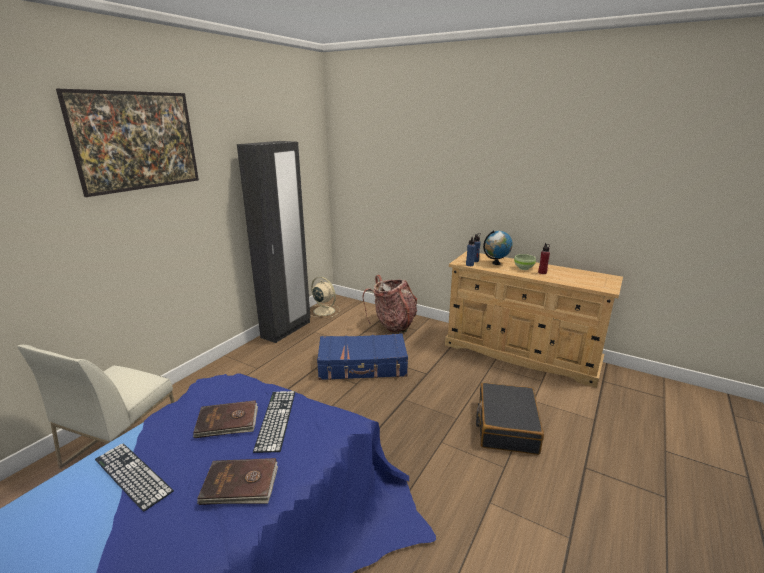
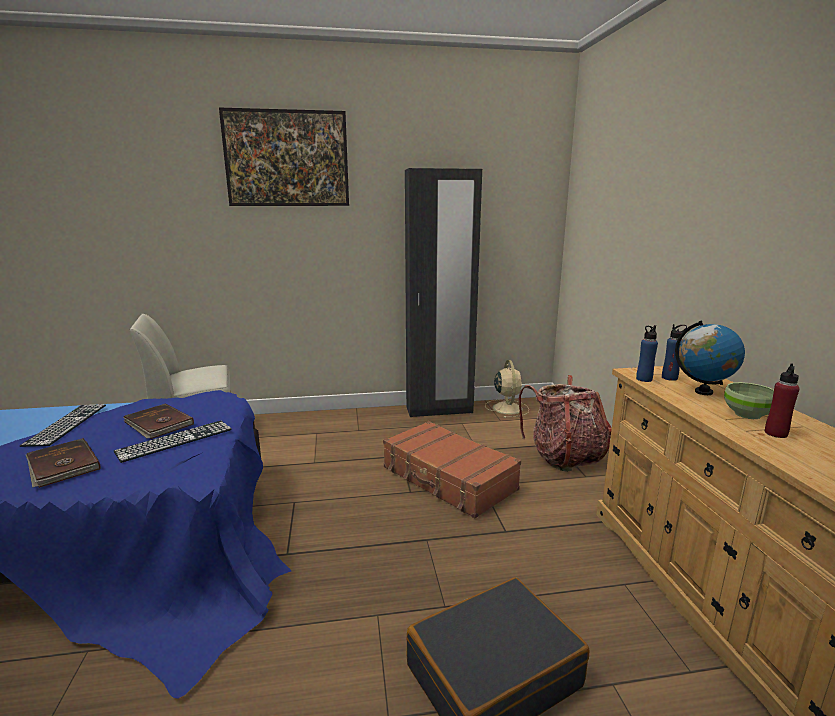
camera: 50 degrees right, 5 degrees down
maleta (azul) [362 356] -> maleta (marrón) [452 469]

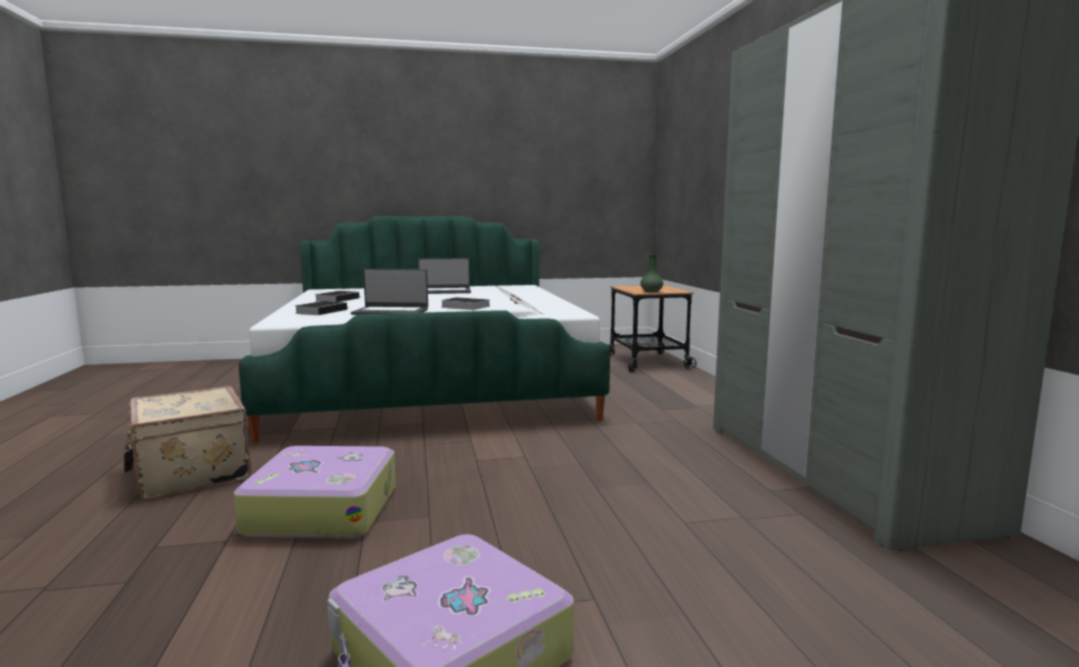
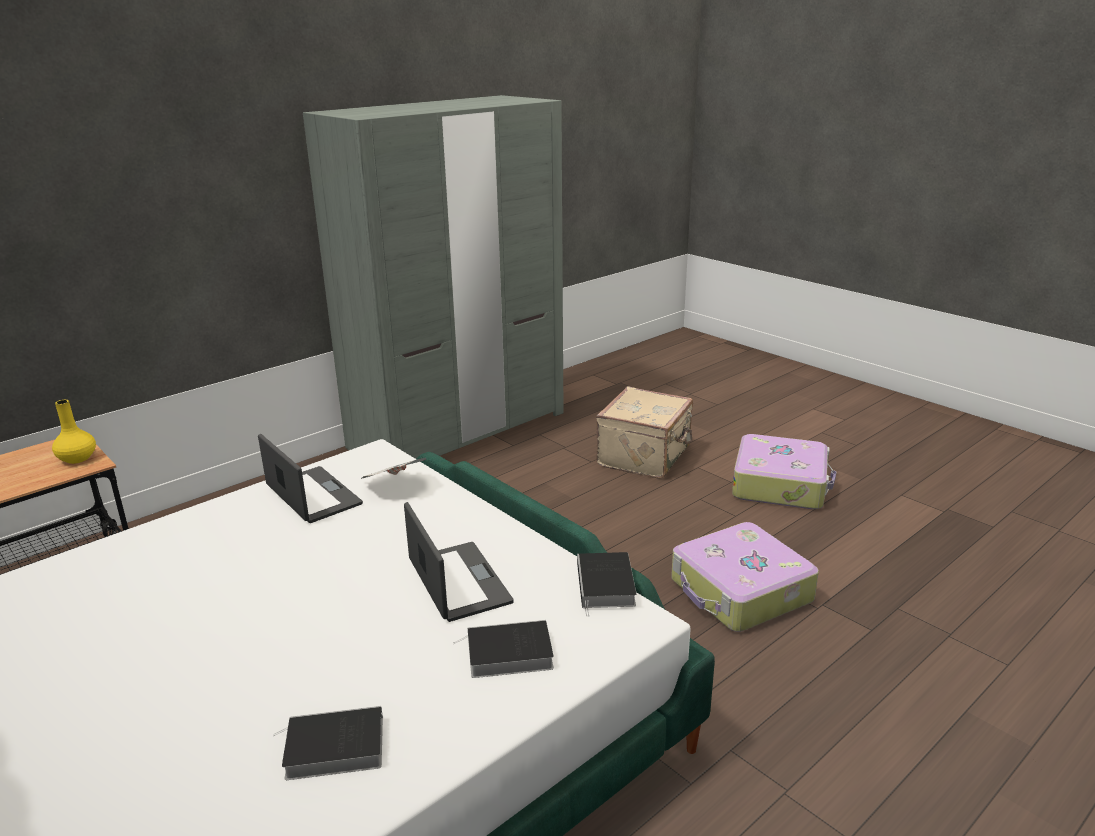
camera: 120 degrees left, 15 degrees up
maleta (beis) [187 443] -> maleta (beis) [644 432], moved
portátil [444 276] -> portátil [310 478], moved
libro [465 303] -> libro [606 584], moved
florero (verde) [651 273] -> florero (amarillo) [74 432]

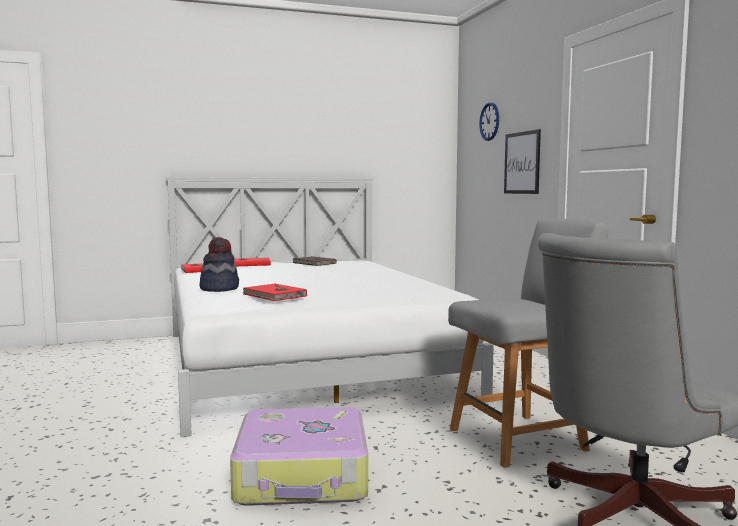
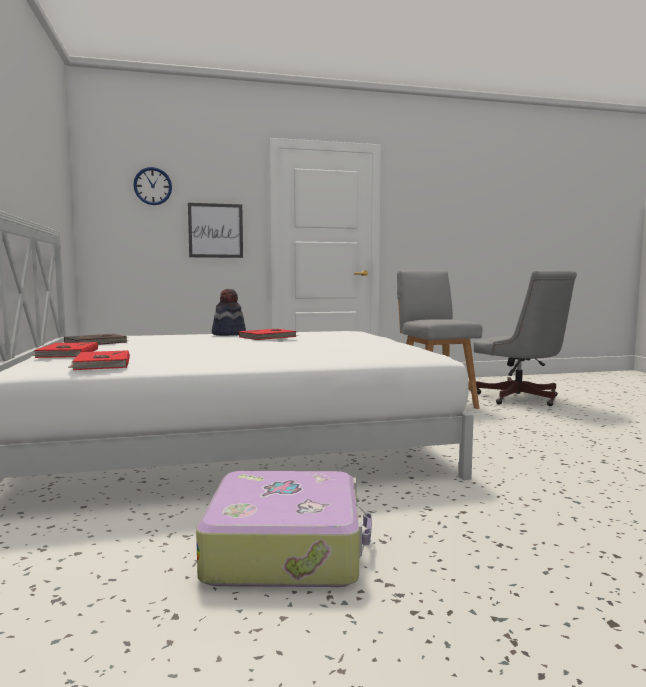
camera: 85 degrees left, 0 degrees up
sombrero [219 264] -> sombrero [229 312], moved
maleta [299 456] -> maleta [284 529], moved
libro (rojo) [274 292] -> libro (rojo) [268 334], moved

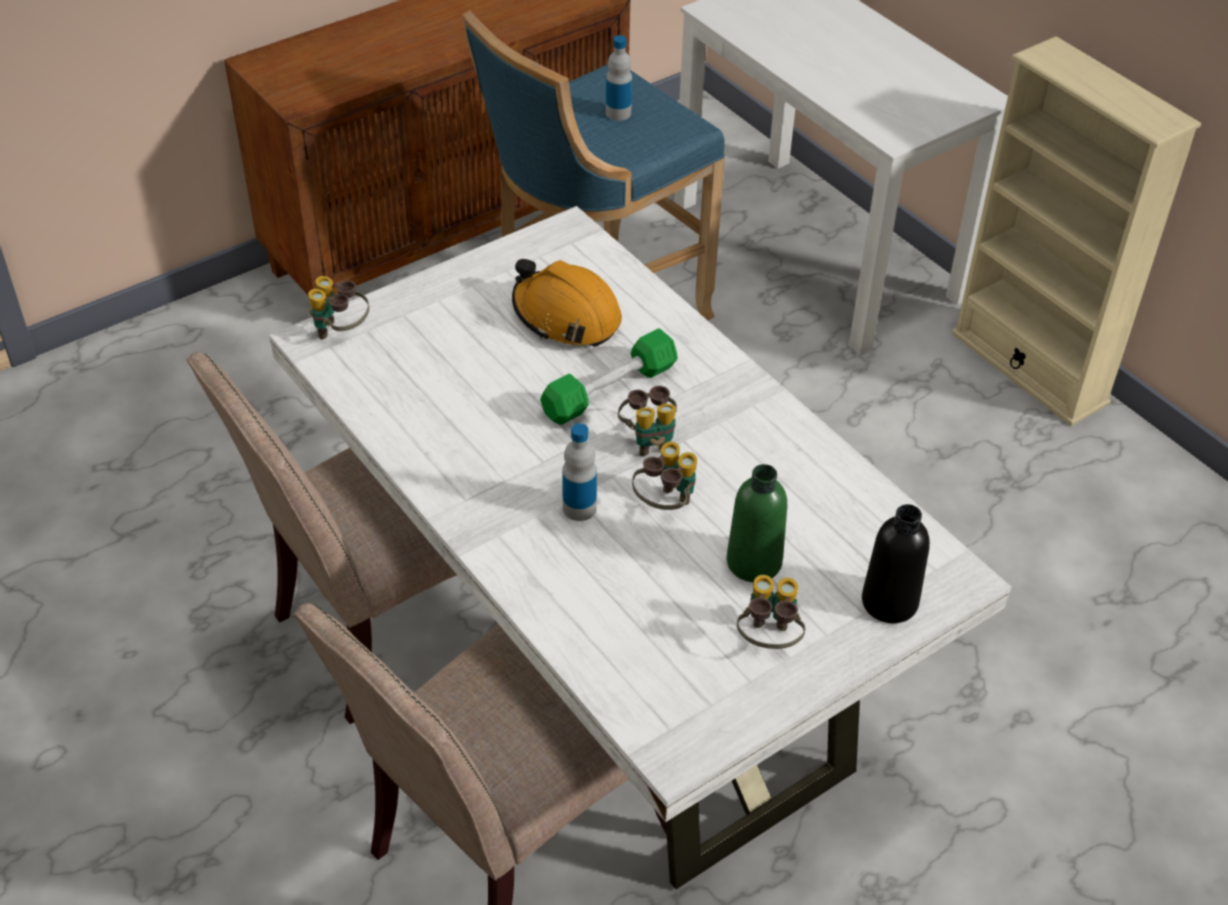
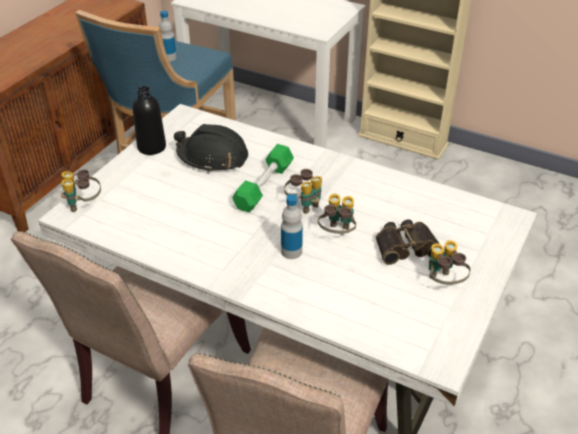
camera: 25 degrees left, 5 degrees down
botella (negro) [896 563] -> botella (negro) [149 120], moved
botella (verde) [757 523] -> prismáticos [408 242]
casco (naranja) [567 303] -> casco (negro) [211 148]

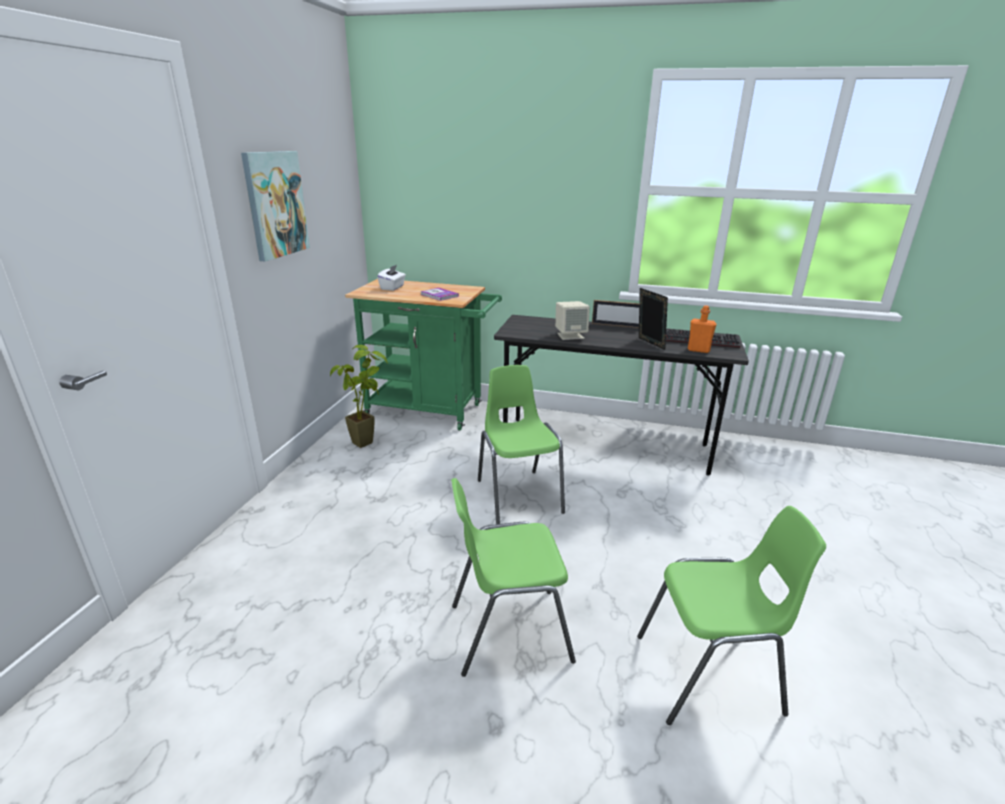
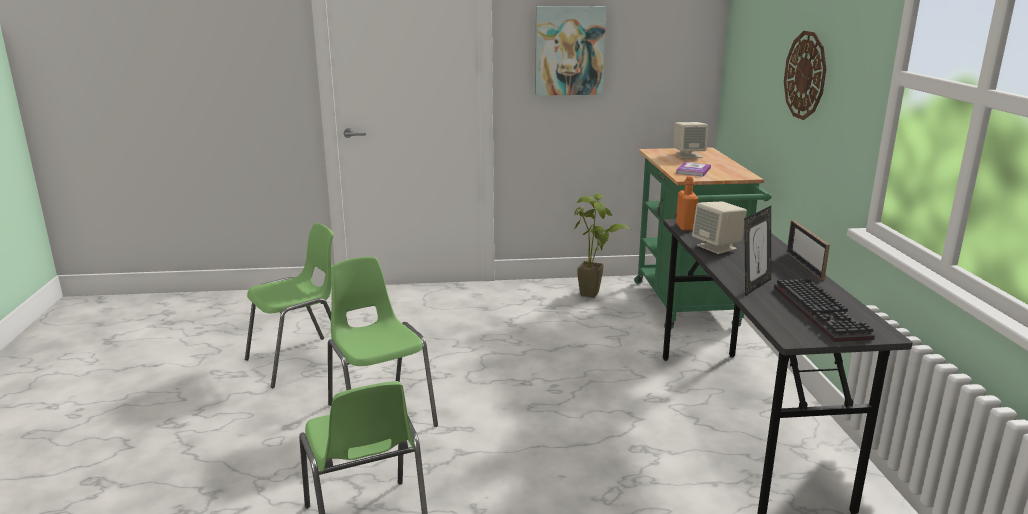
camera: 70 degrees right, 5 degrees down
none -> reloj de pared [805 75]
silla (verde) [521 444] -> silla (verde) [289 305], moved
botella (naranja) [702 329] -> botella (naranja) [687 203], moved
caja de pañuelos (blanco) [391 278] -> altavoz (beis) [690 140]

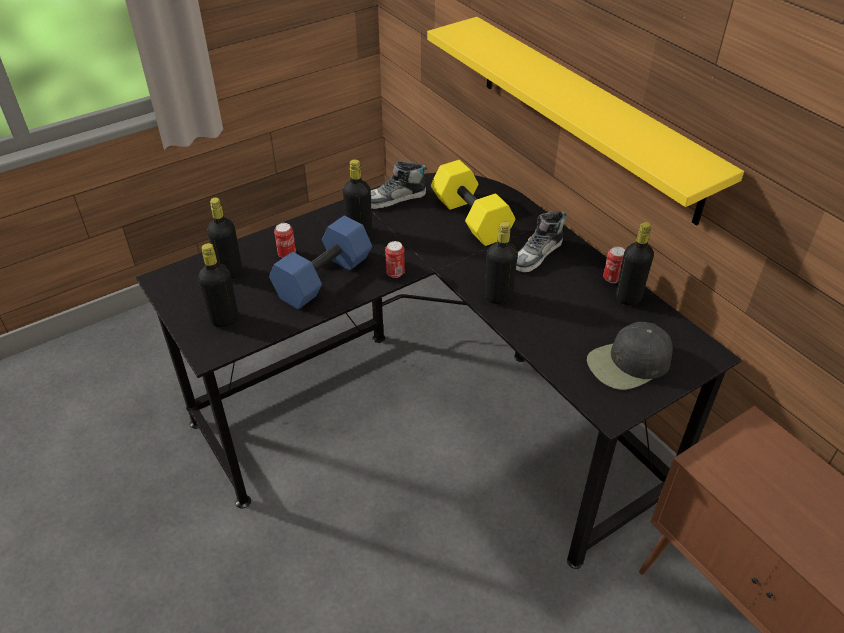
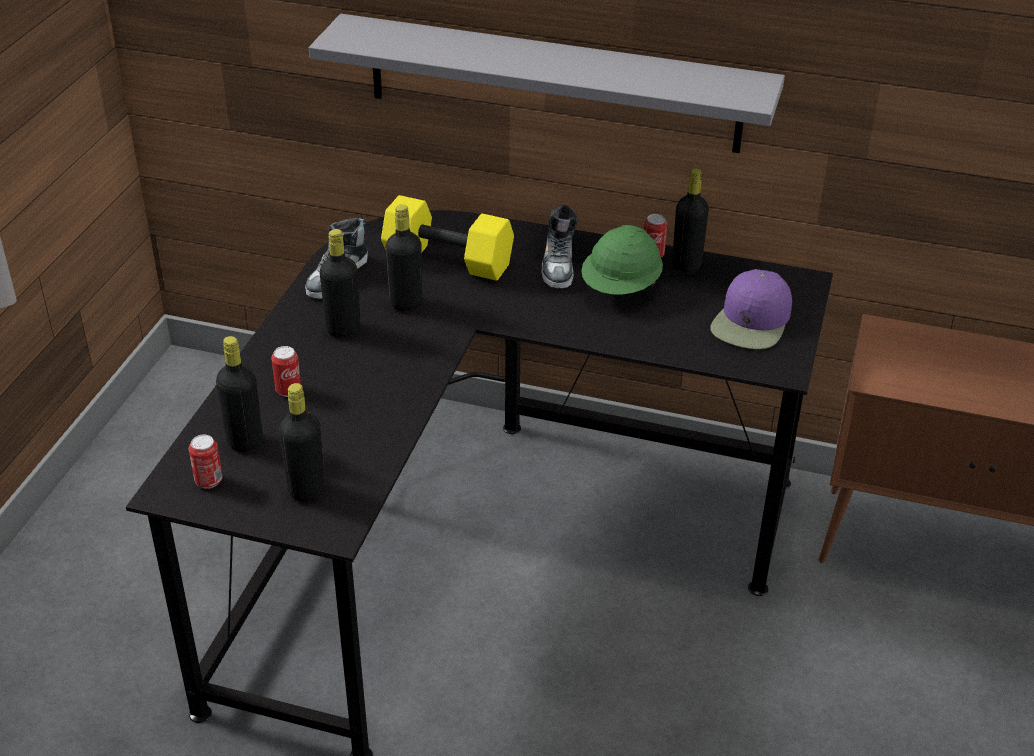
camera: 40 degrees left, 5 degrees down
mancuerna (azul) [320 262] -> none
none -> casco (verde) [622 259]
lata [395 259] -> lata [206 462], moved
botella (negro) [501 263] -> botella (negro) [404 258], moved
estante (amarillo) [585 121] -> estante (gris) [547 83]
gorra (negro) [630 356] -> gorra (morado) [751 309]

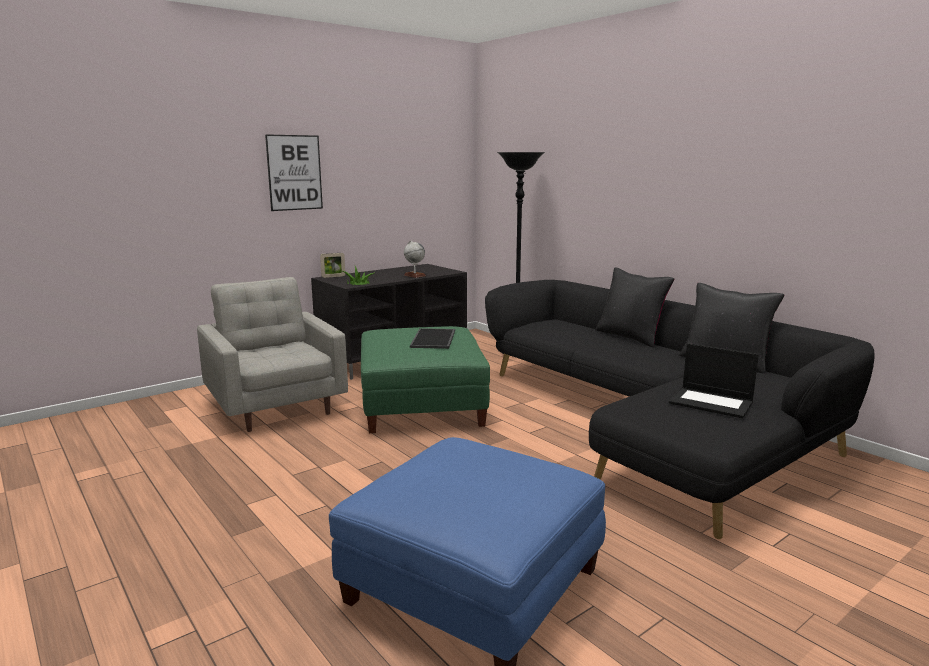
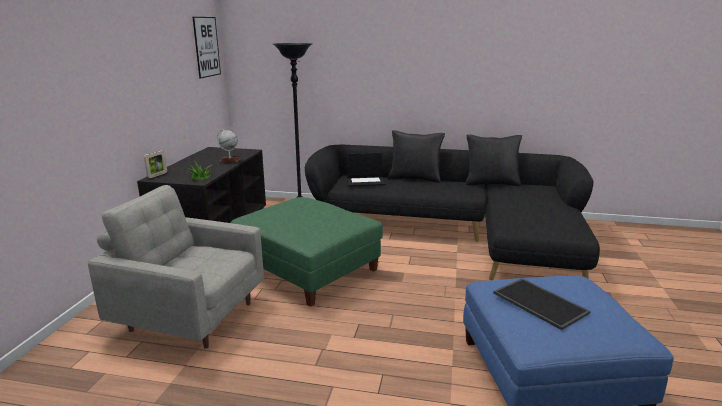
camera: 40 degrees left, 5 degrees up
cuadro [294 172] -> cuadro [207 48], moved
bandeja [432 338] -> bandeja [542 304], moved
portátil [714 380] -> portátil [366 170], moved

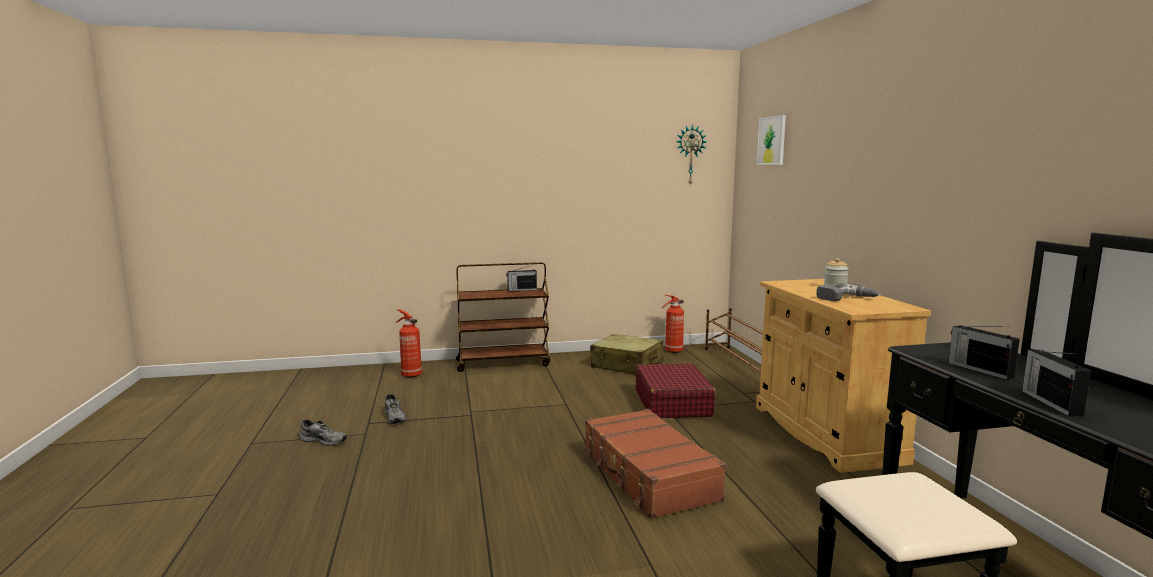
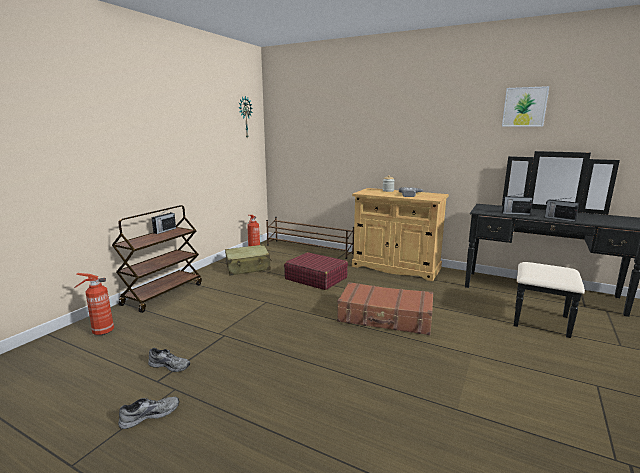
camera: 50 degrees left, 5 degrees up
cuadro [771 140] -> cuadro [525 106], moved

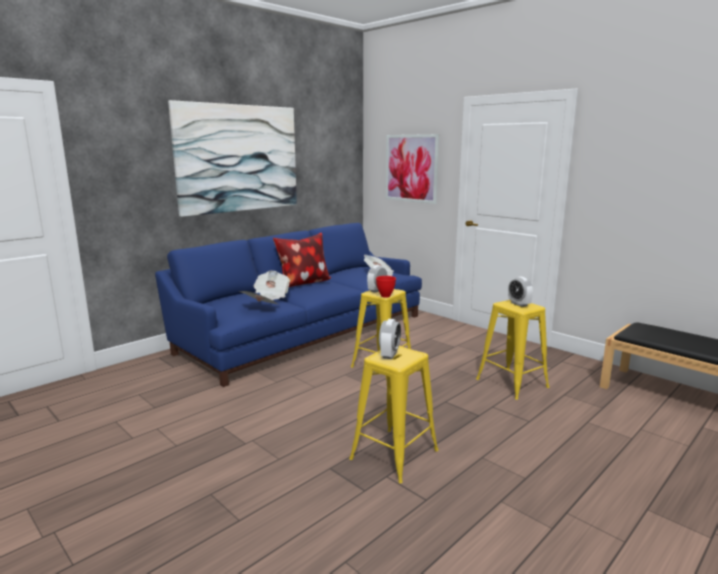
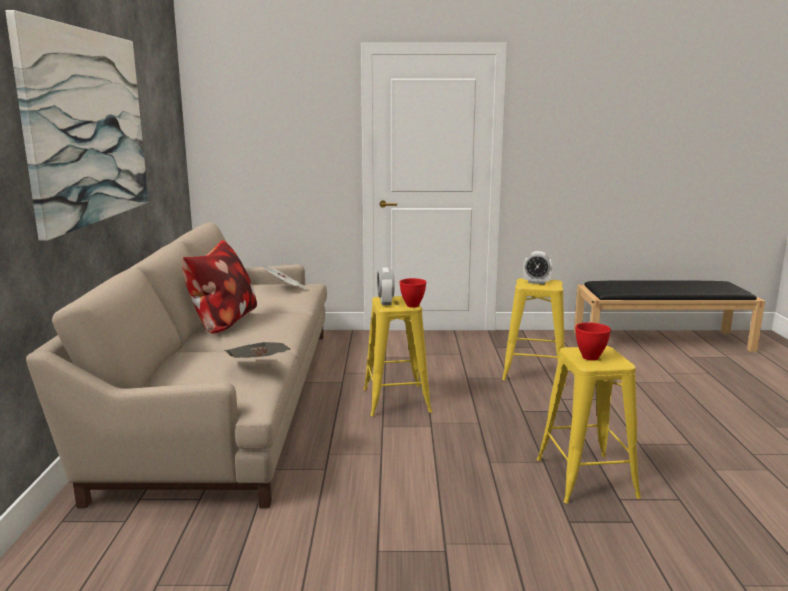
camera: 45 degrees left, 0 degrees up
periódico [271 285] -> none
cuadro [412 169] -> none
despertador [390 339] -> cuenco (rojo) [593 341]
sofá (azul) [288 305] -> sofá (beis) [176 365]

